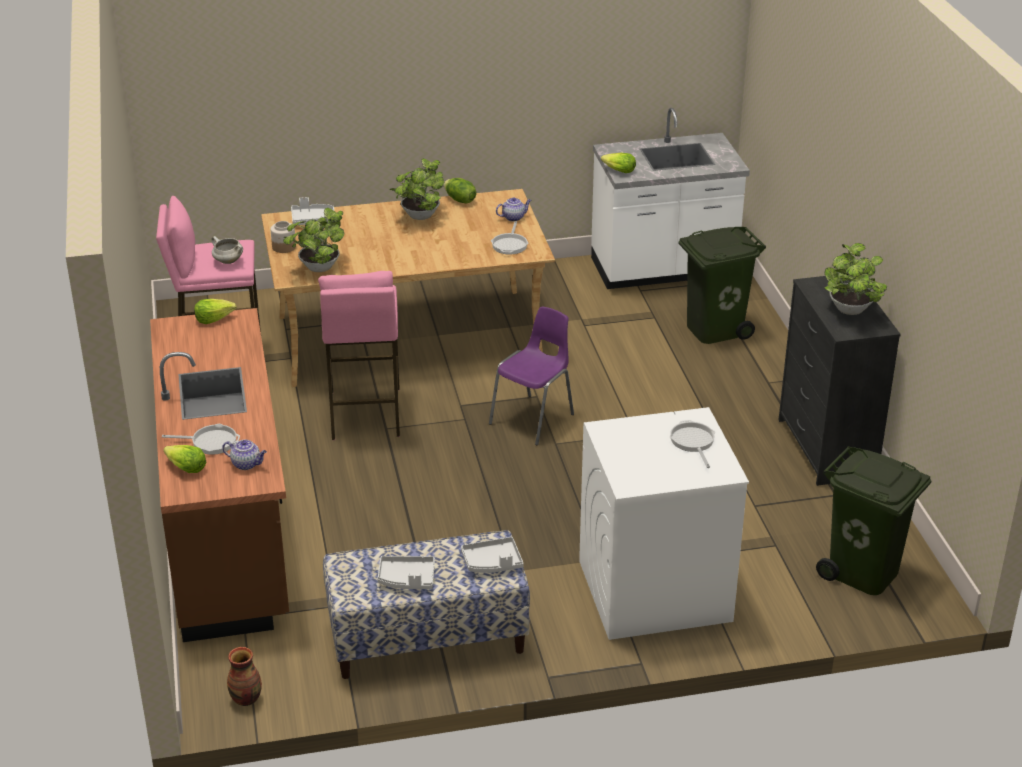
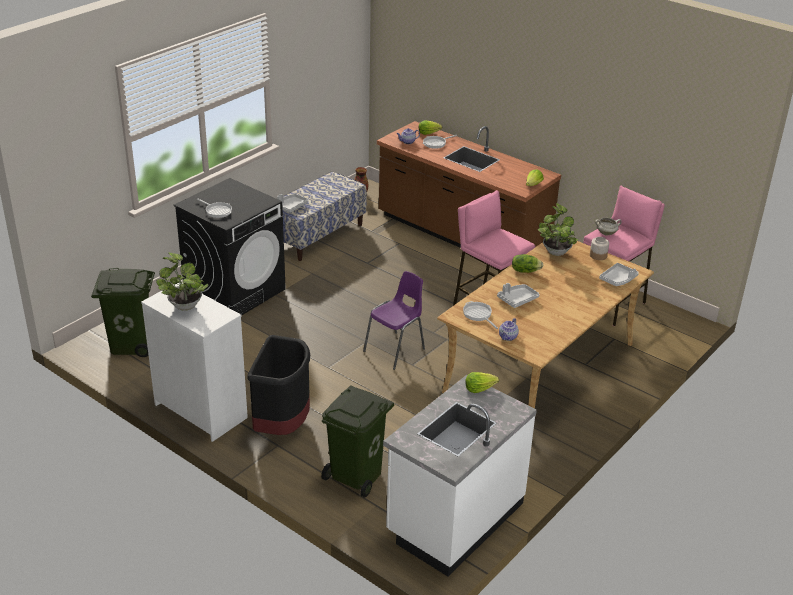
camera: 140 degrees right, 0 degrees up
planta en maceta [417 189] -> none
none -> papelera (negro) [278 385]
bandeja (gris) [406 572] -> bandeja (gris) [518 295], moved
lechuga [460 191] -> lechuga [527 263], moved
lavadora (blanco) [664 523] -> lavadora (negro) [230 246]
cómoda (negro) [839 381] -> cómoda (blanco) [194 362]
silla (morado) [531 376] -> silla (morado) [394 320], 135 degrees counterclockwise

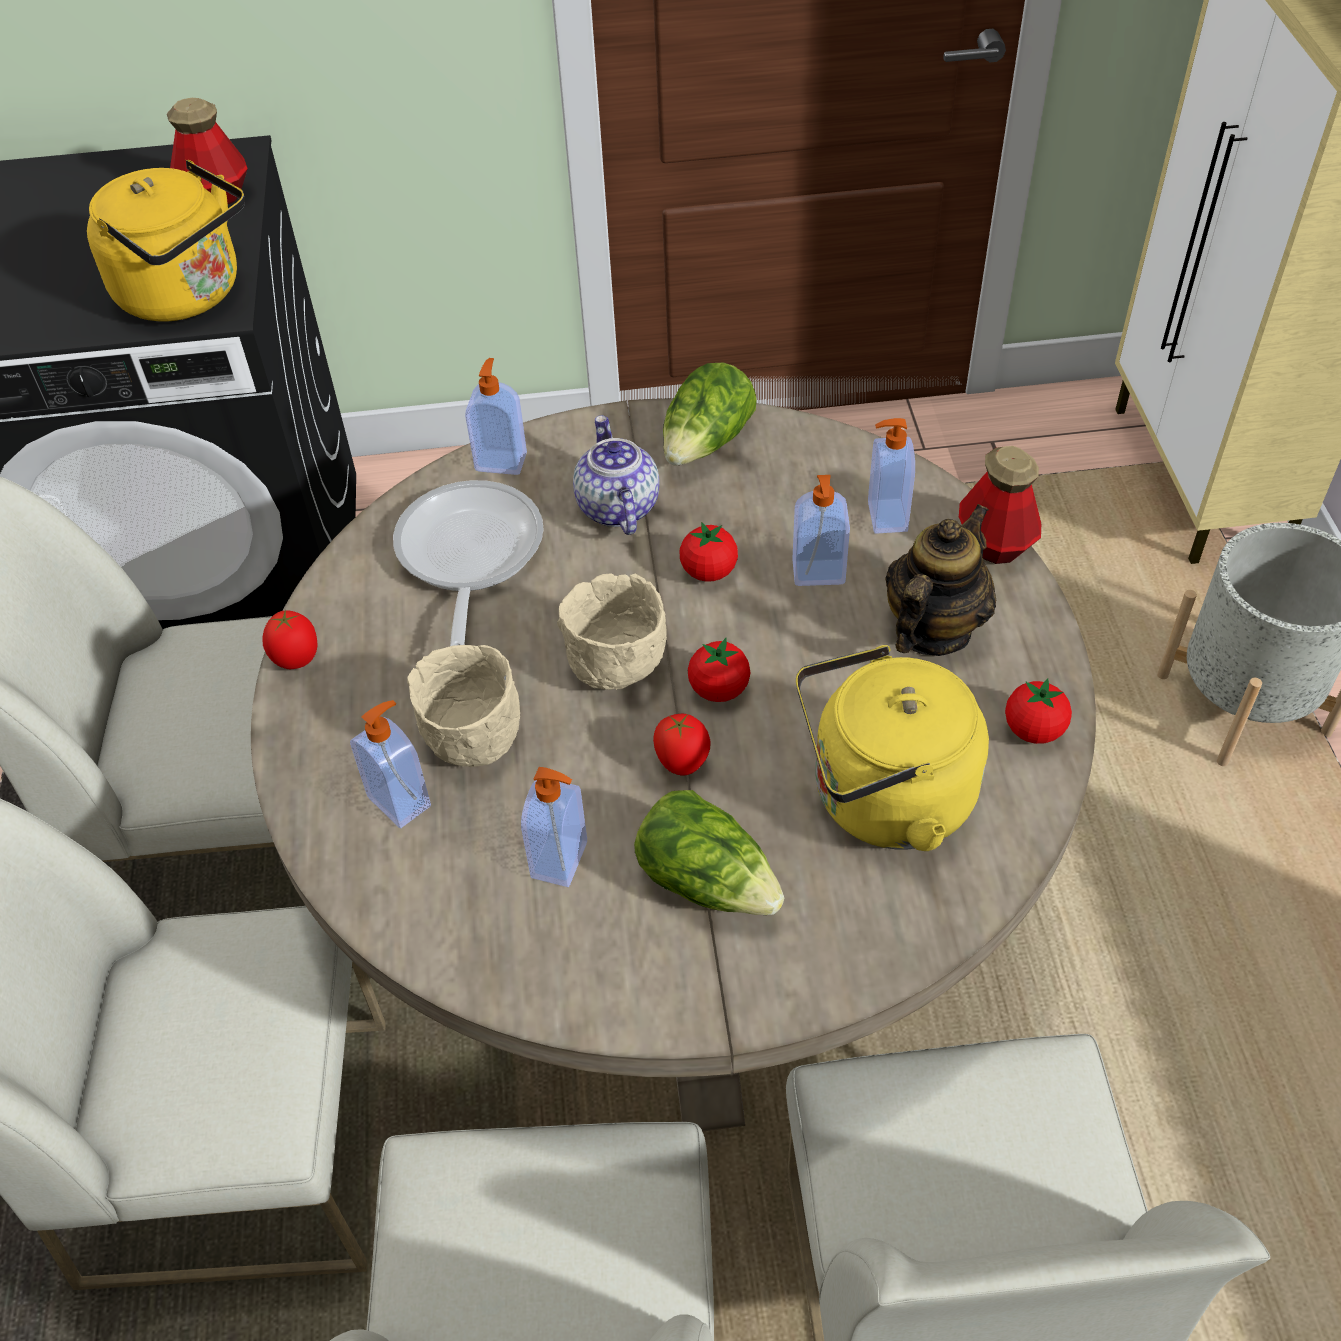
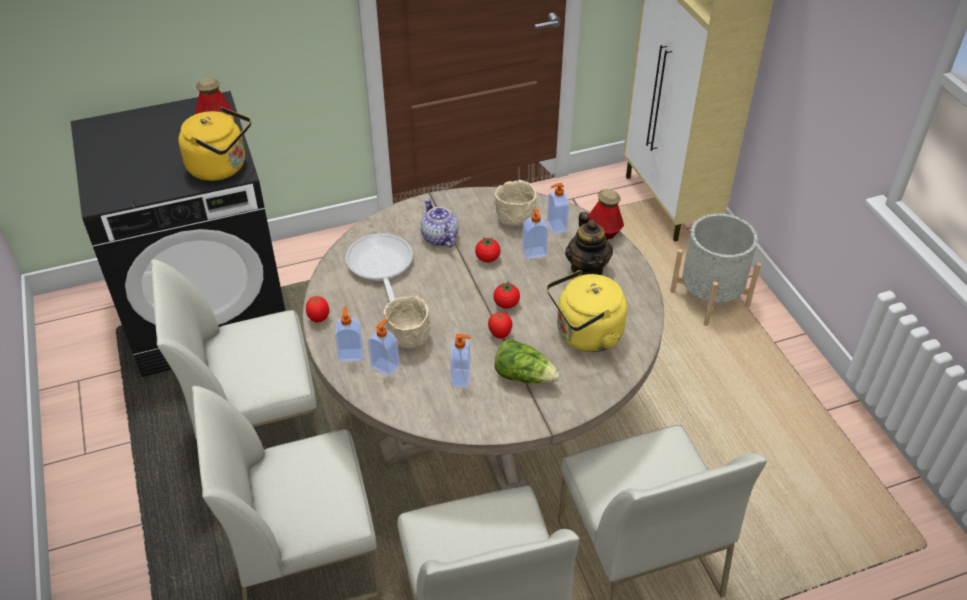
camera: 15 degrees left, 5 degrees down
lechuga [710 414] -> none
tomate [1038 711] -> none
dispensador de jabón [496 416] -> dispensador de jabón [349 334], moved
cuenco (beis) [612 631] -> cuenco (beis) [515 203], moved
tetera [940 580] -> tetera [589 243], 150 degrees clockwise

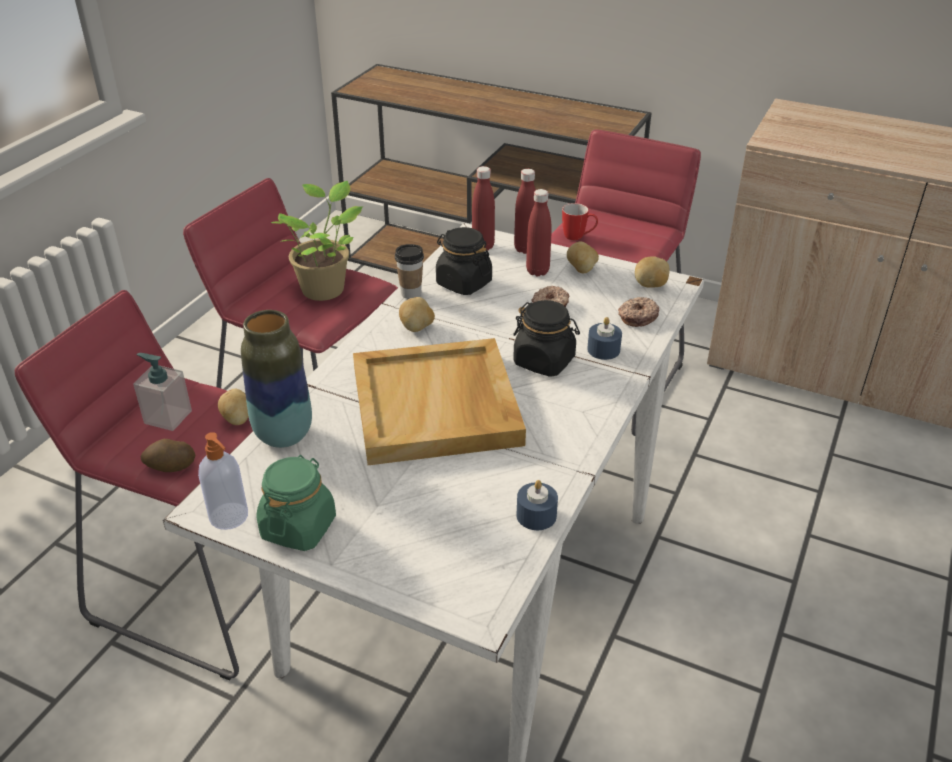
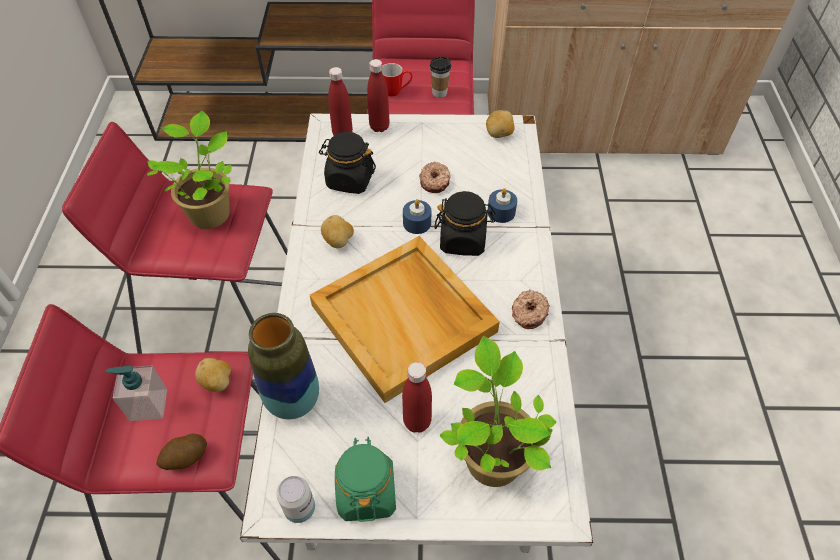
camera: 25 degrees left, 15 degrees up
patata [583 257] -> none
none -> planta en maceta [498 411]
taza [409 271] -> taza [440 77], moved
vela (azul) [537 505] -> vela (azul) [417 216], moved
botella (rojo) [539 232] -> botella (rojo) [417 397], moved
rosquilla [639 312] -> rosquilla [531 309], moved
dispensador de jabón [223 481] -> lata [295 499]

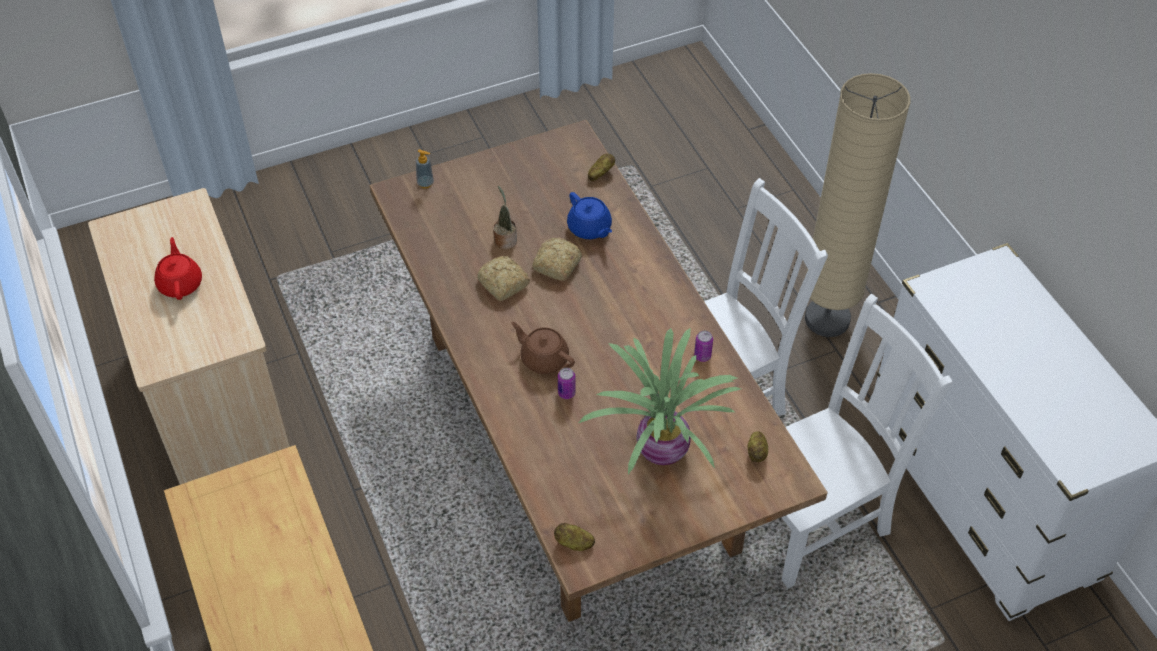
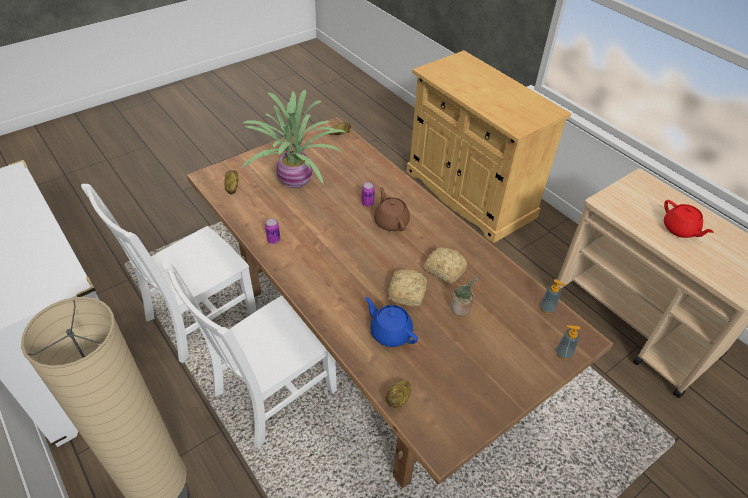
camera: 165 degrees right, 5 degrees down
none -> dispensador de jabón [553 296]
tetera (marrón) [543 348] -> tetera (marrón) [392 209], 135 degrees counterclockwise

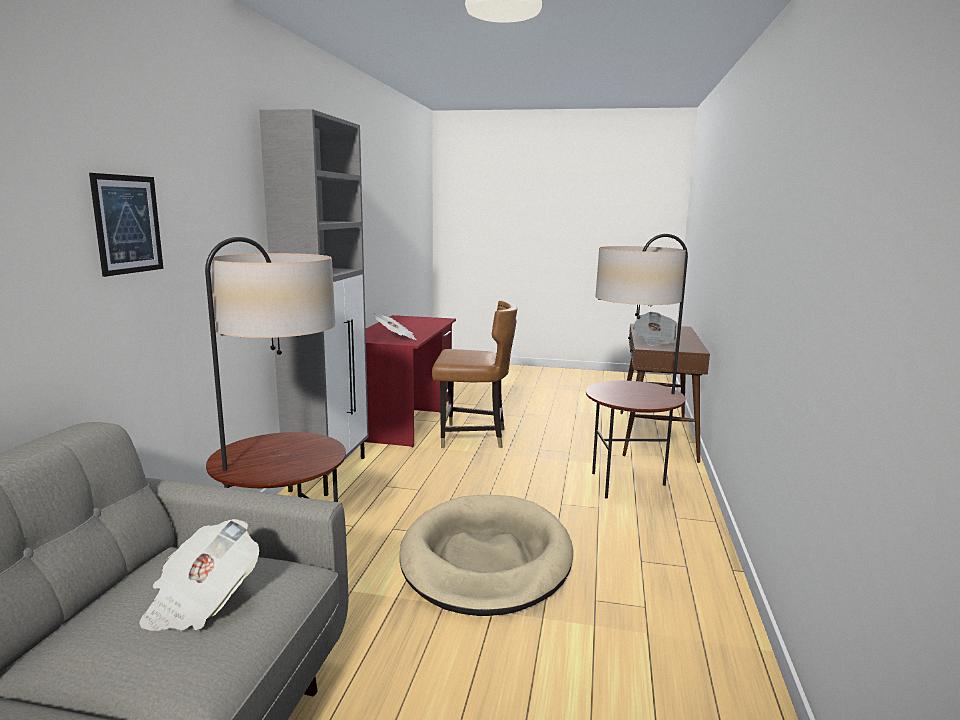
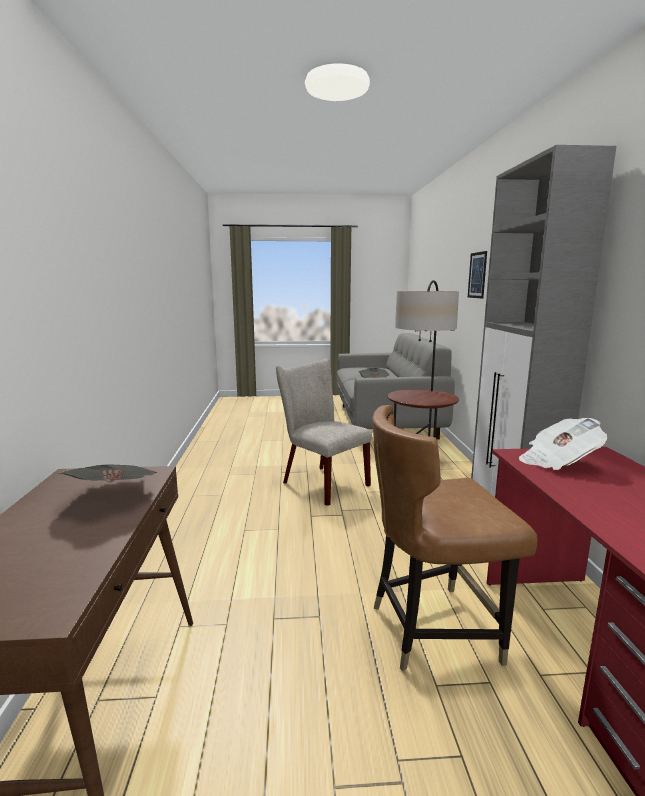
camera: 165 degrees right, 0 degrees up
lámpara de pie [637 366] -> none
cama para perro (beis) [486 555] -> silla (beis) [324 432]

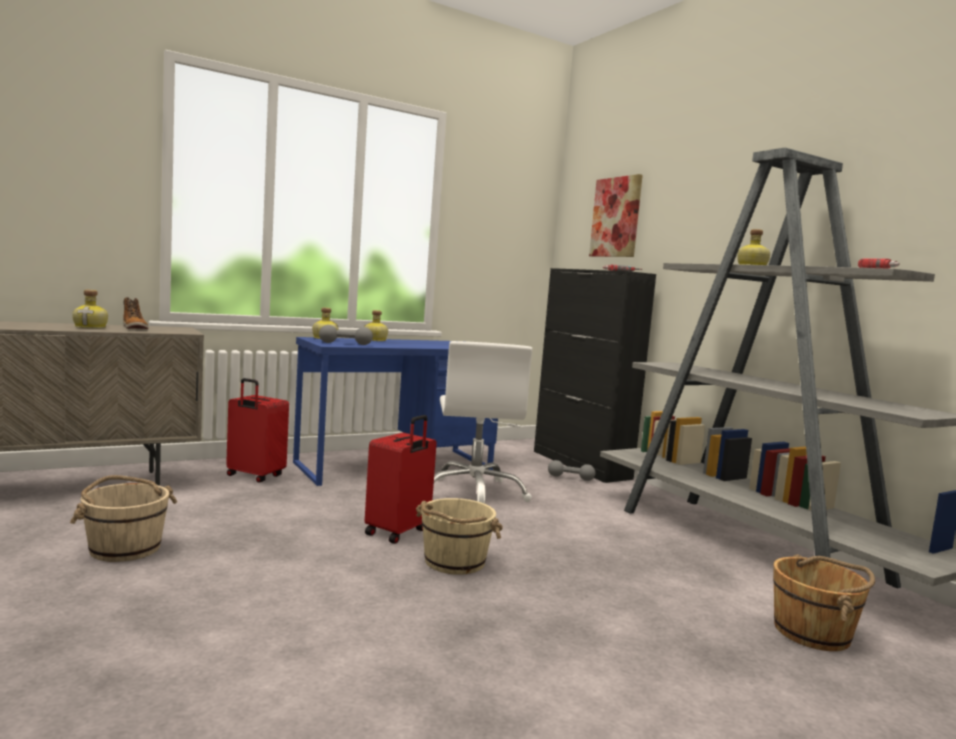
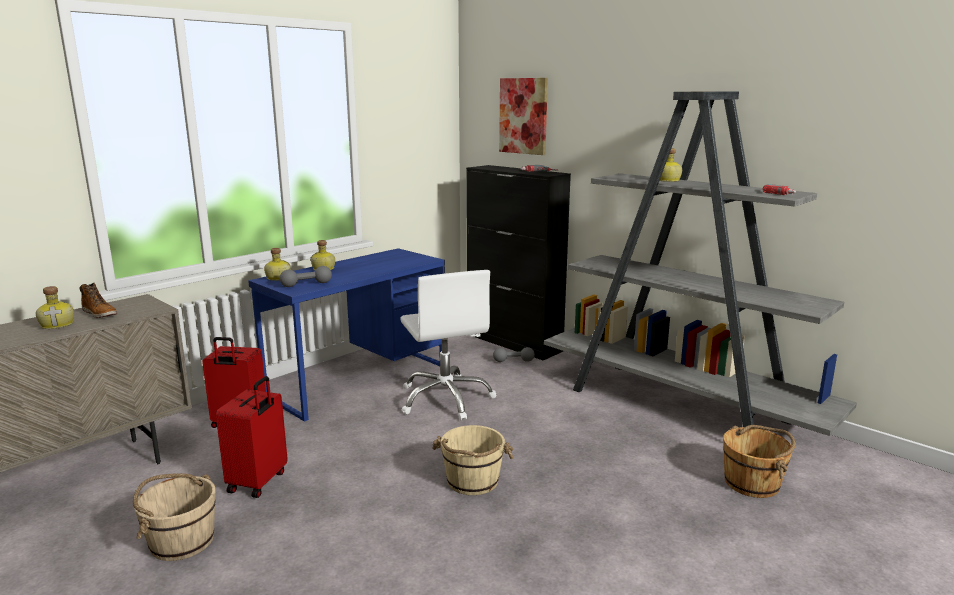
camera: 15 degrees left, 10 degrees up
maleta (rojo) [401 479] -> maleta (rojo) [252 437], moved

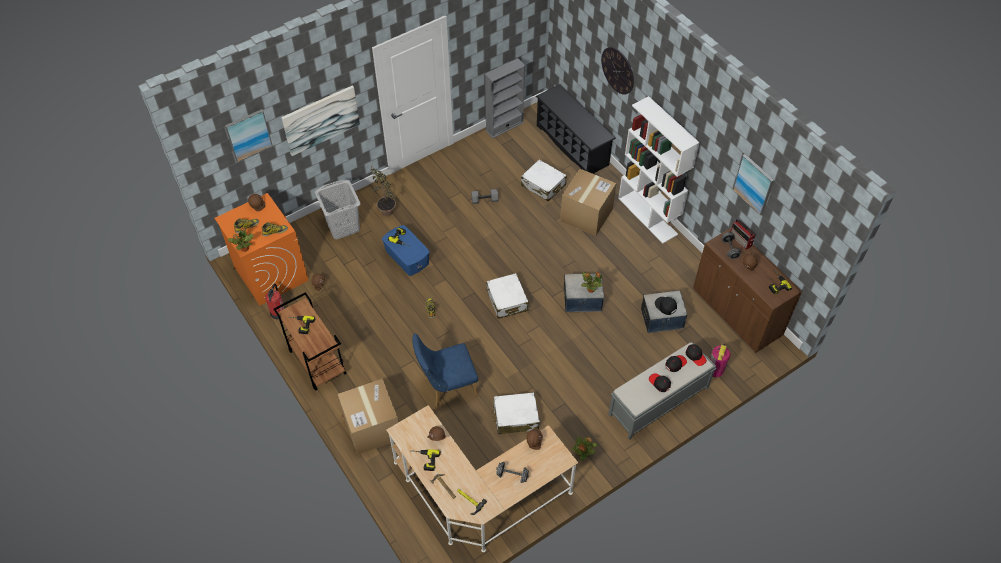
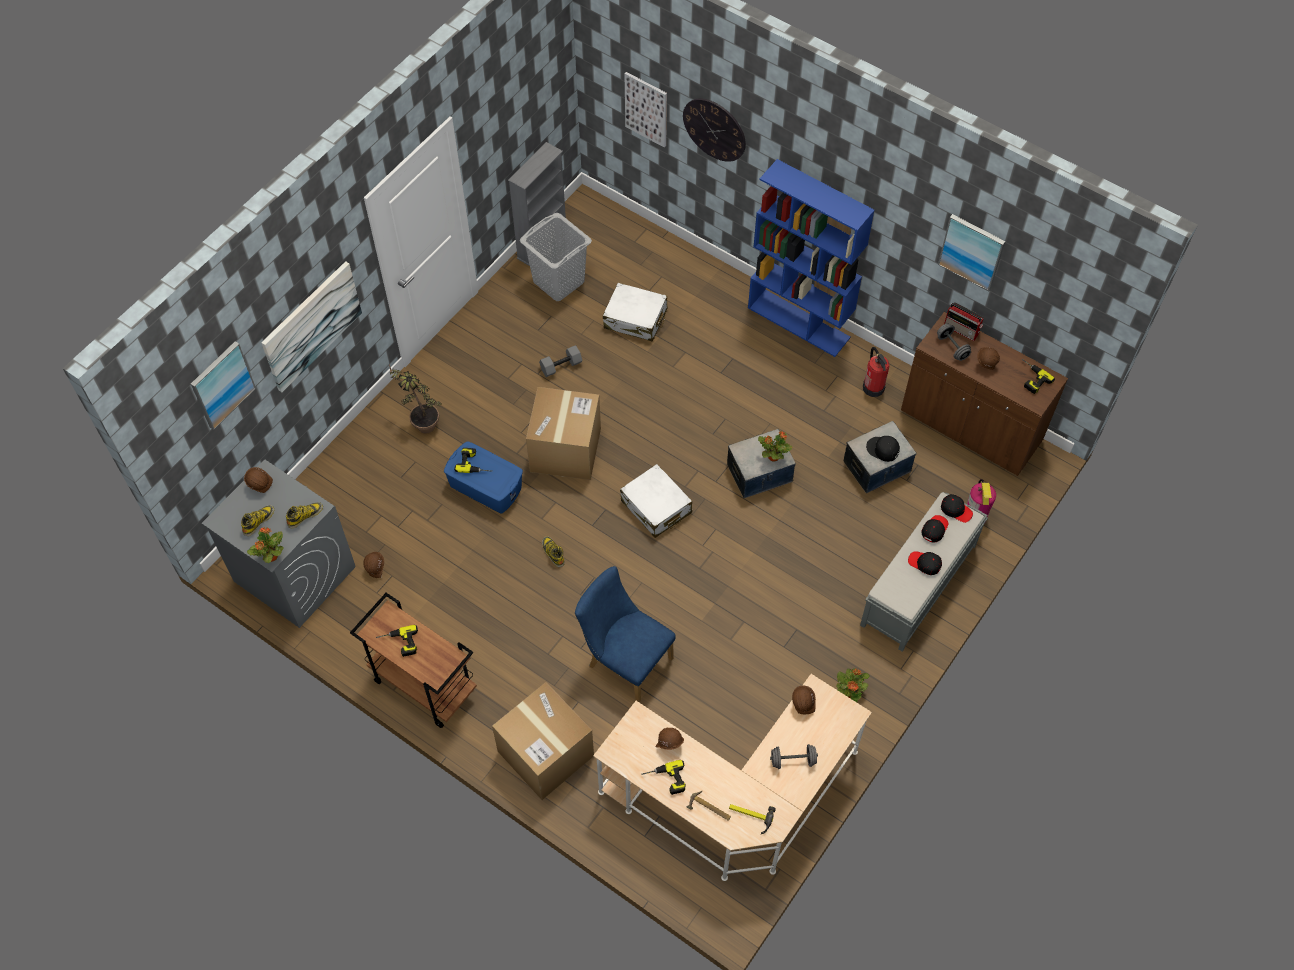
camera: 20 degrees left, 5 degrees up
maleta (blanco) [516 413] -> none
zapatero (negro) [576 129] -> none
none -> cuadro [645 110]
extintor [275 301] -> extintor [876 372], moved
cesto de la ropa (gris) [337 209] -> cesto de la ropa (gris) [556 257], moved
caja de cartón [588 202] -> caja de cartón [563 433], moved
lavadora (naranja) [261 249] -> lavadora (gris) [279 544]
estantería (blanco) [659 169] -> estantería (azul) [811 258]
silla (azul) [445 370] -> silla (azul) [625 634], 75 degrees clockwise

